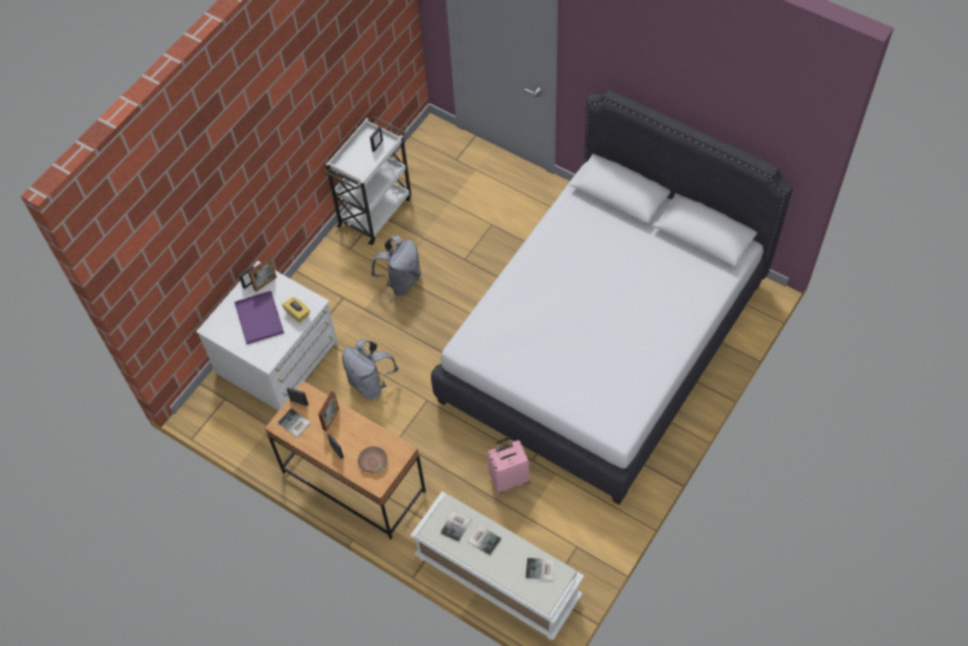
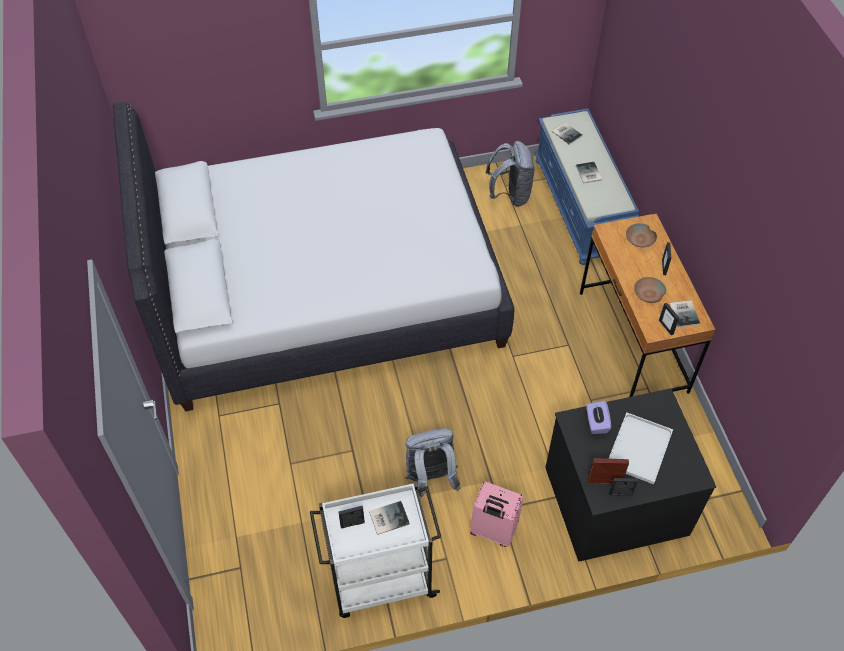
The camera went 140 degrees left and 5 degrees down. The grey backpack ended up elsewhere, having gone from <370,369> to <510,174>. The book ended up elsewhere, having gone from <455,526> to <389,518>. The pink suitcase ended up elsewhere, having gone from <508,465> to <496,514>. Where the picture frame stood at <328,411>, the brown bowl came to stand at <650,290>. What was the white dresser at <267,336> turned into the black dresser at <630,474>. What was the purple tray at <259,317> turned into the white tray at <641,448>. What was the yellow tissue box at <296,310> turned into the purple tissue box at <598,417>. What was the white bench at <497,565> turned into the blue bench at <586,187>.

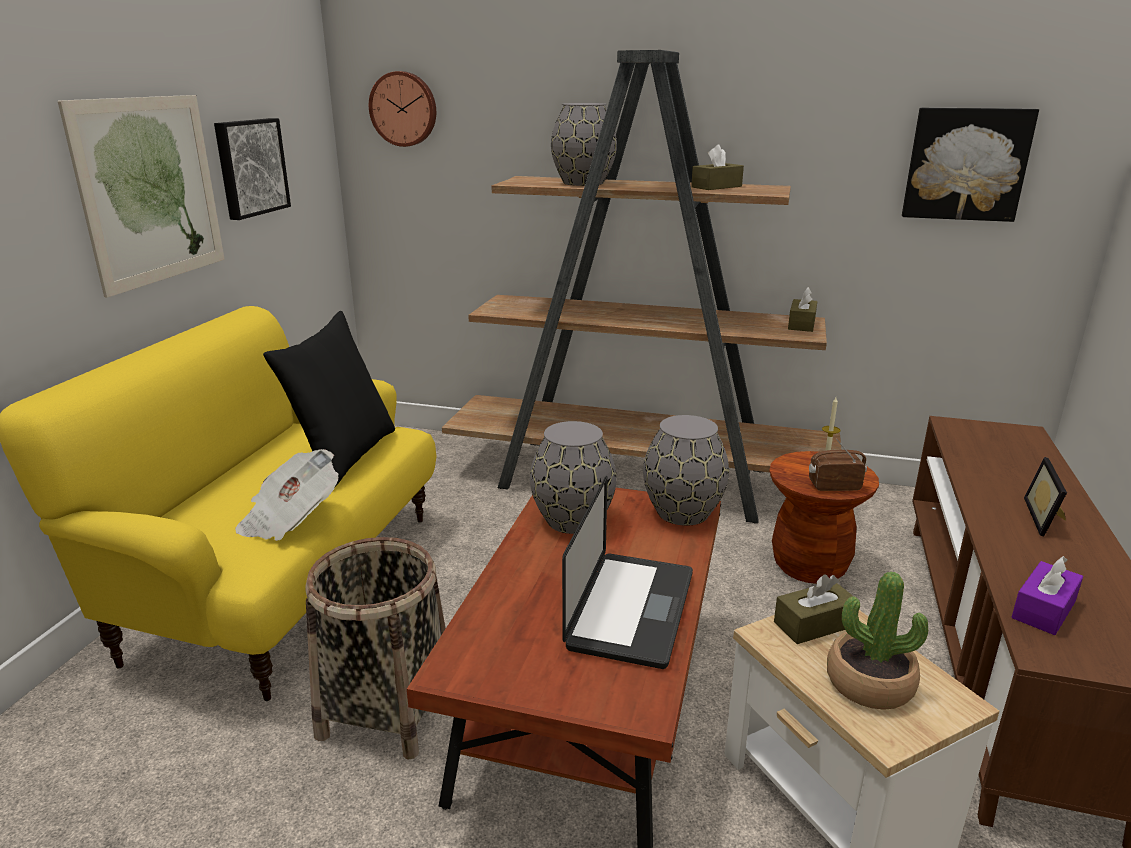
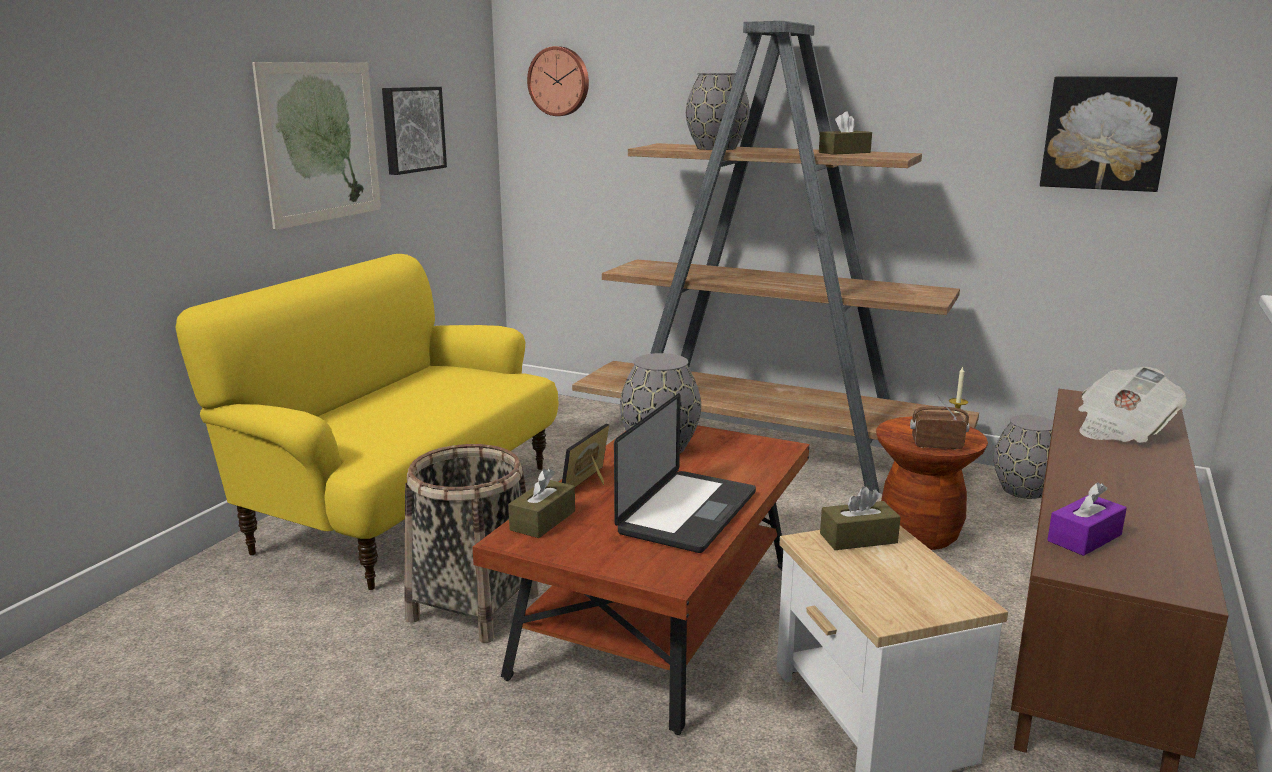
The camera went 10 degrees right and 5 degrees down. The second view lost the black pillow at <329,399>. The second view lost the potted plant at <877,641>. The newspaper ended up elsewhere, having gone from <286,495> to <1132,405>. The grey vase ended up elsewhere, having gone from <686,470> to <1024,457>. The brown tissue box ended up elsewhere, having gone from <802,309> to <541,503>. The picture frame ended up elsewhere, having gone from <1045,497> to <585,455>.

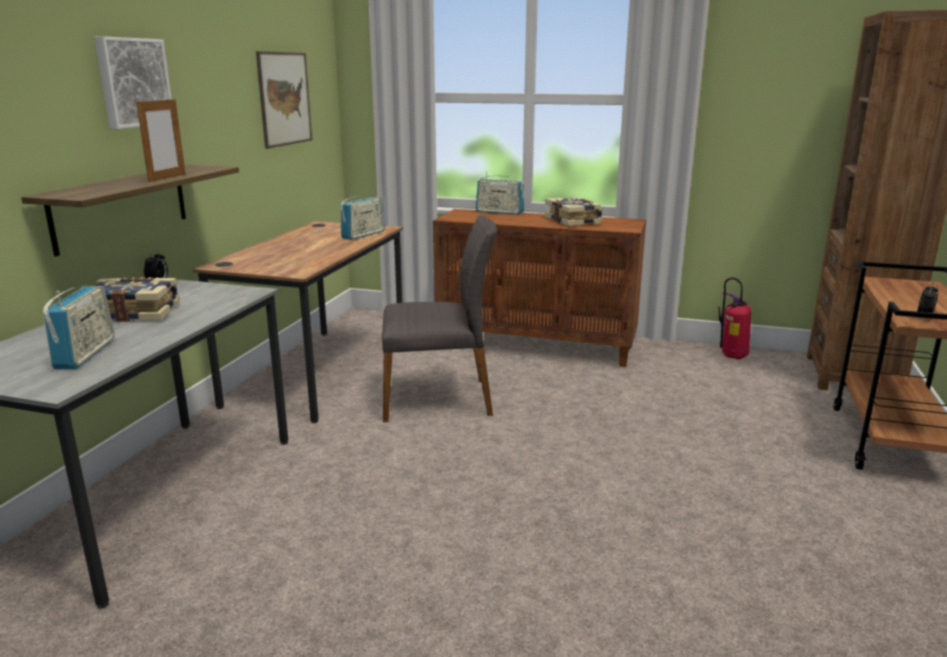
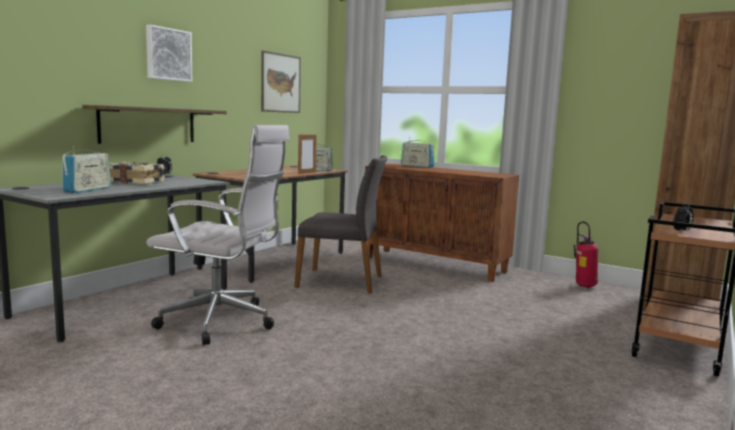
The camera went 15 degrees right and 10 degrees down. The second view lost the book at <574,211>. The second view gained the white office chair at <218,235>. The picture frame ended up elsewhere, having gone from <161,139> to <307,153>.

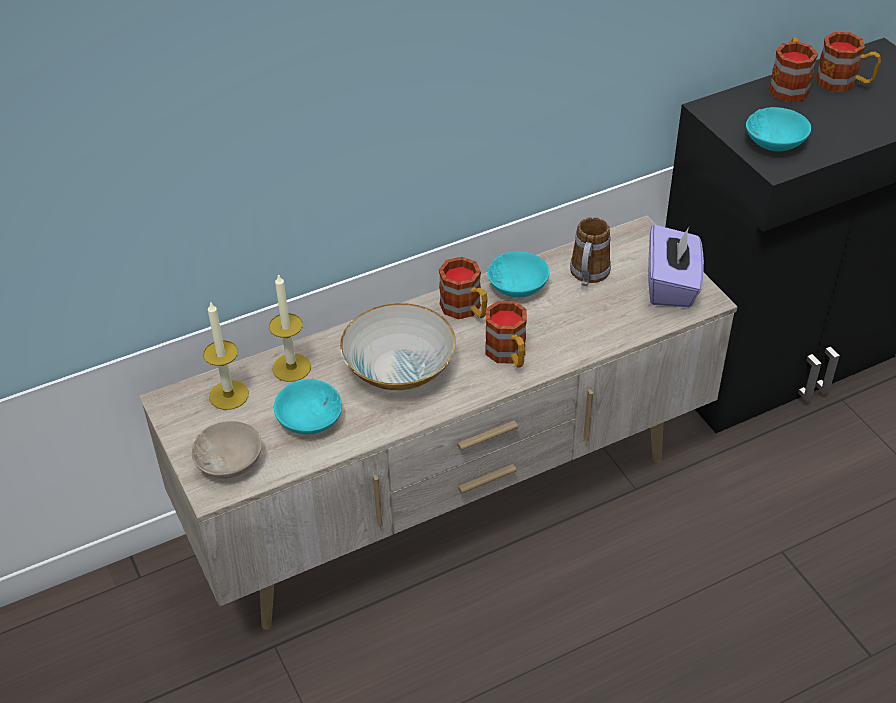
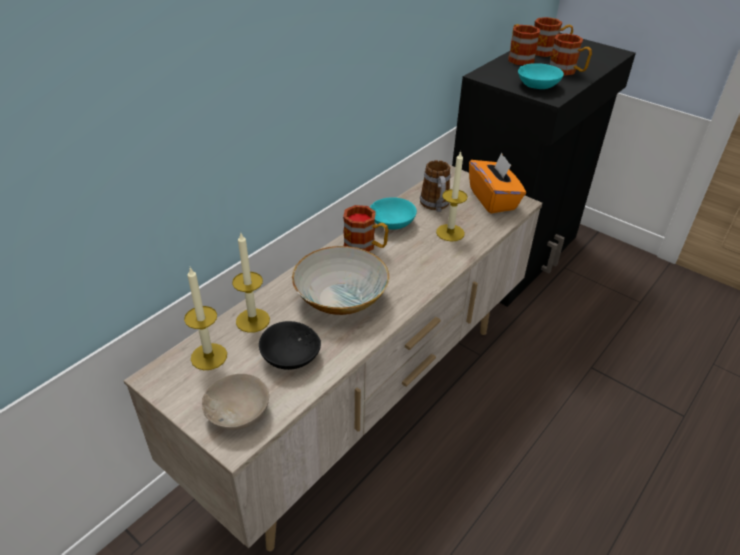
The camera went 25 degrees left and 5 degrees down. The second view gained the candle at <452,196>. The mug ended up elsewhere, having gone from <506,334> to <571,54>. What was the turquoise bowl at <308,406> turned into the black bowl at <290,345>. What was the purple tissue box at <676,266> turned into the orange tissue box at <497,183>.

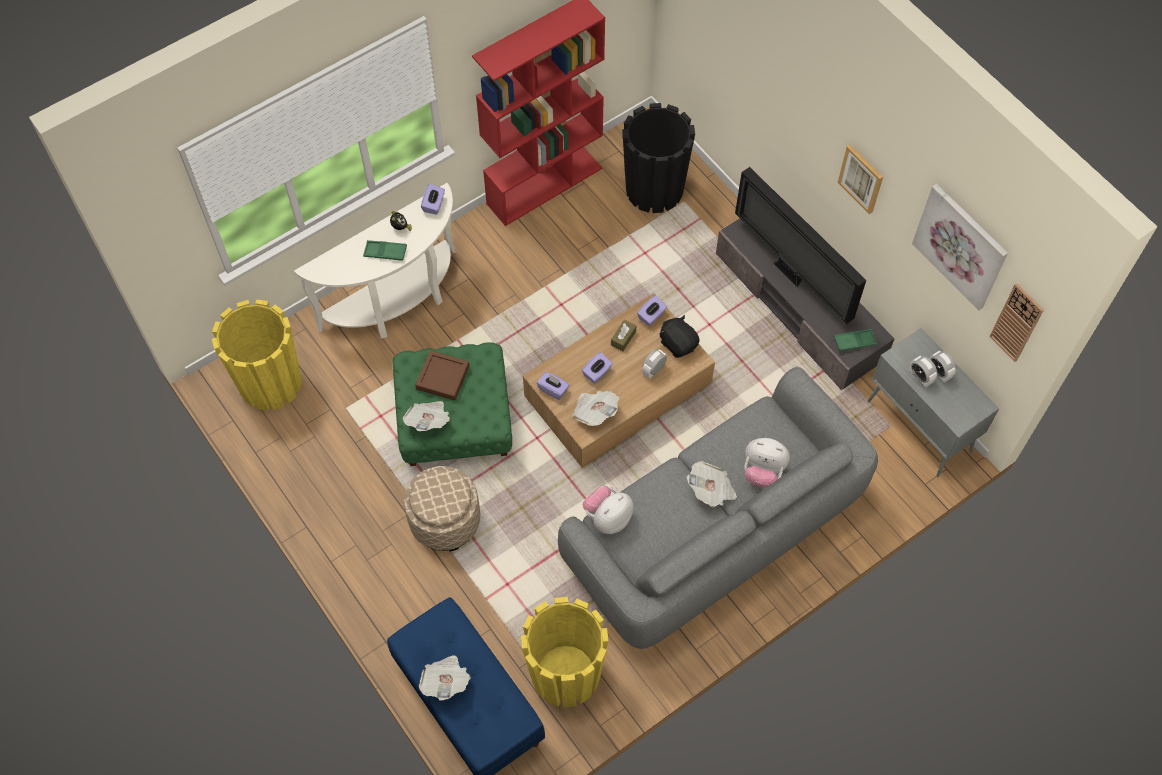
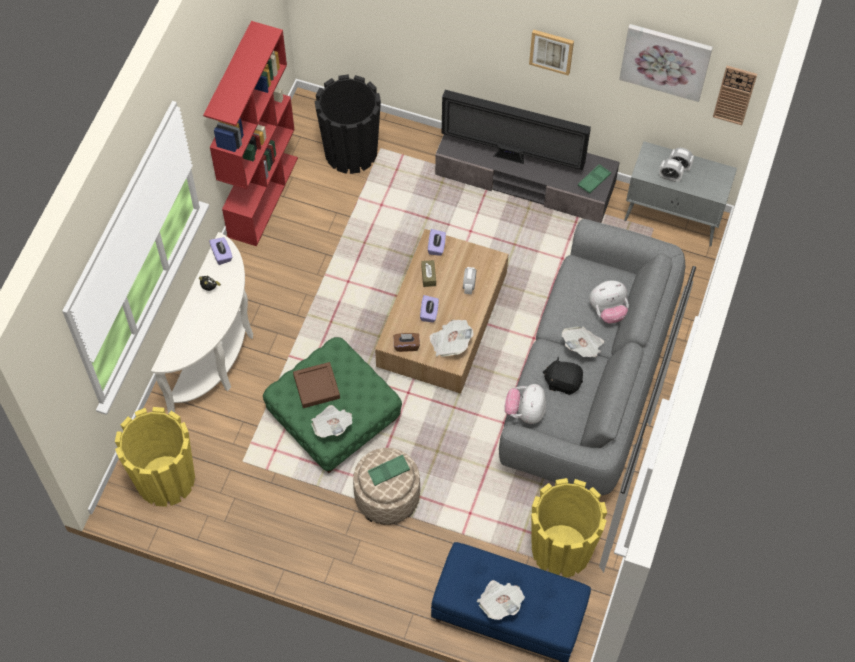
The camera went 35 degrees left and 0 degrees up. The green tray ended up elsewhere, having gone from <385,250> to <389,470>. The black plush toy ended up elsewhere, having gone from <680,336> to <563,376>. What was the purple tissue box at <553,386> turned into the brown tissue box at <407,342>.

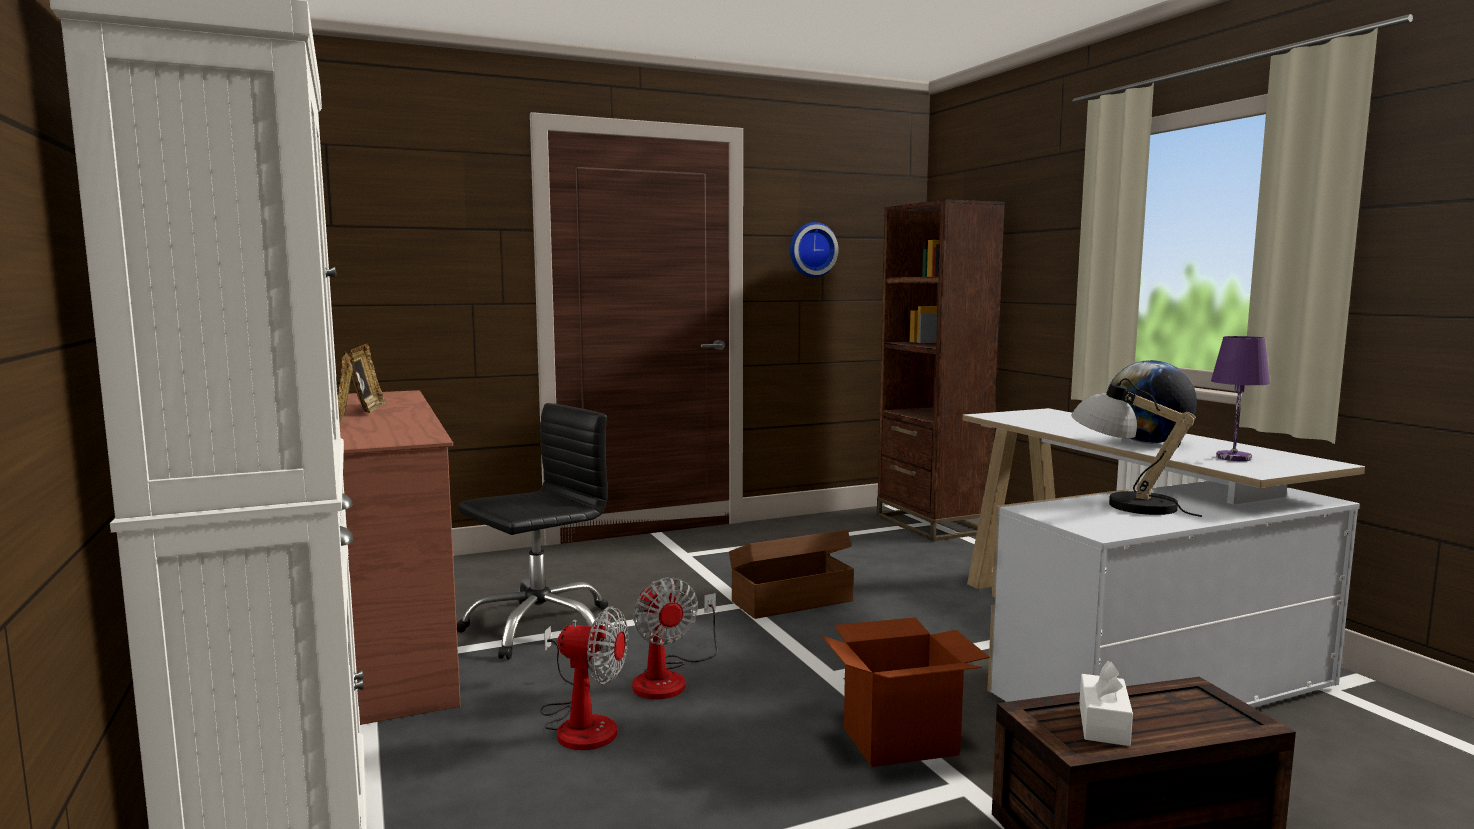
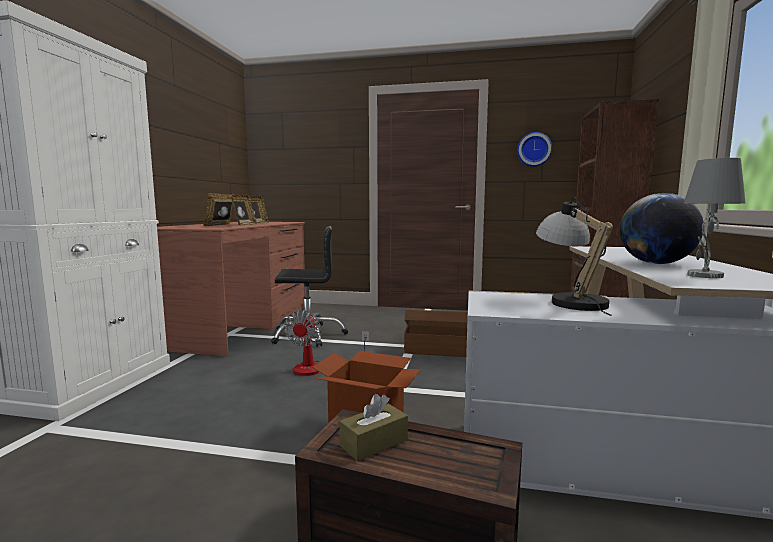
The camera went 35 degrees right and 0 degrees up. The second view lost the fan at <584,678>. The second view gained the picture frame at <244,210>. What was the white tissue box at <1106,703> turned into the brown tissue box at <373,427>. What was the purple table lamp at <1240,398> turned into the grey table lamp at <714,218>.

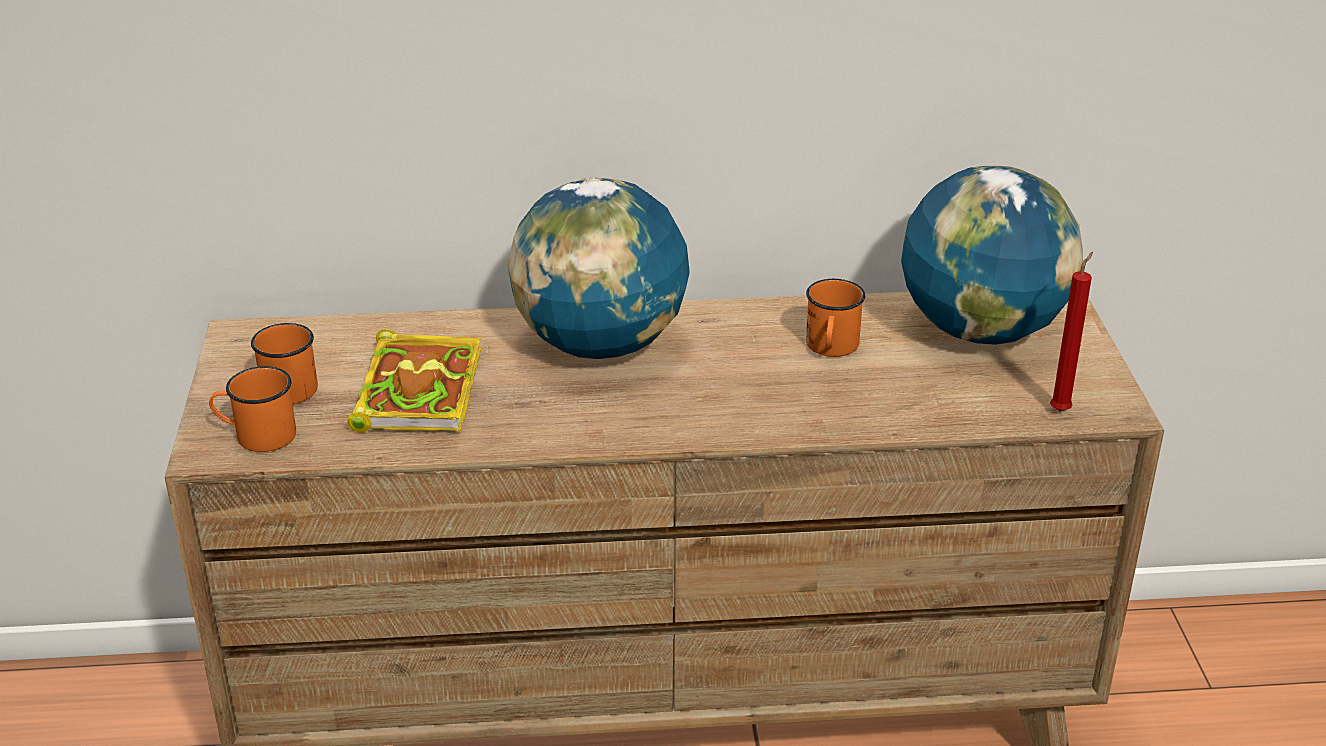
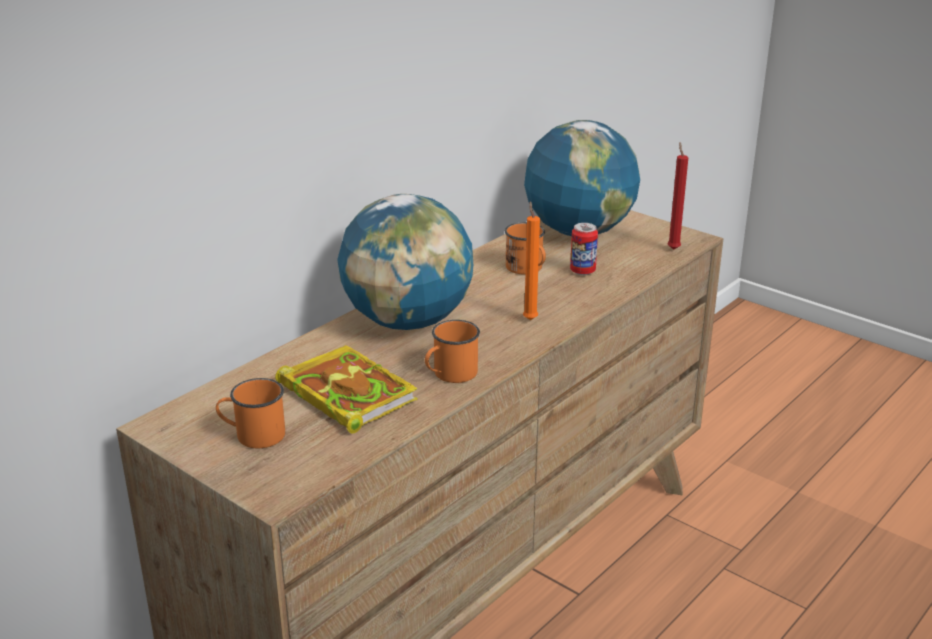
The camera went 45 degrees left and 5 degrees down. The second view gained the orange candle at <531,260>. The second view gained the can at <584,249>. The orange mug ended up elsewhere, having gone from <252,409> to <452,351>.

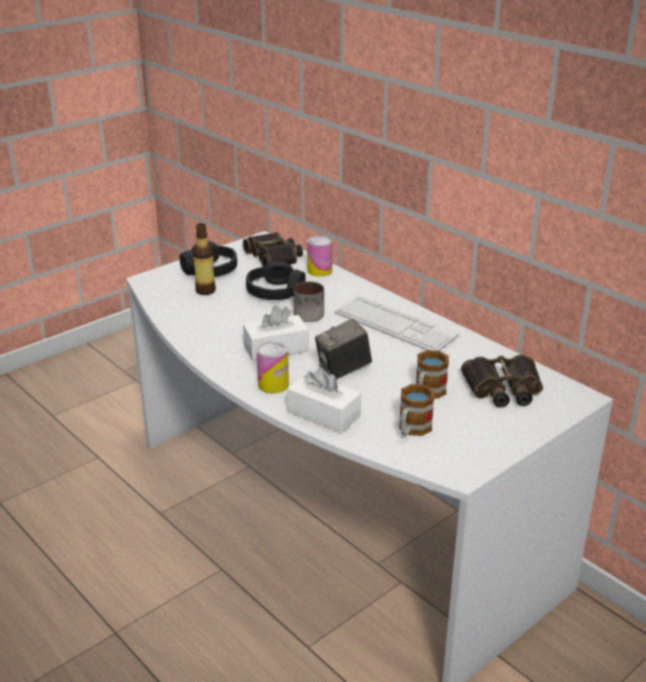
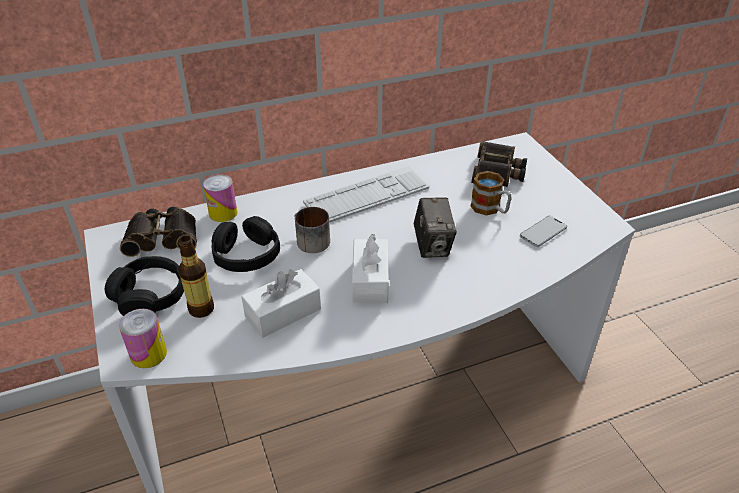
The camera went 70 degrees left and 10 degrees up. The can ended up elsewhere, having gone from <273,368> to <143,338>. The white tissue box ended up elsewhere, having gone from <324,400> to <281,303>. Where the mug stood at <417,410>, the phone came to stand at <543,231>.

